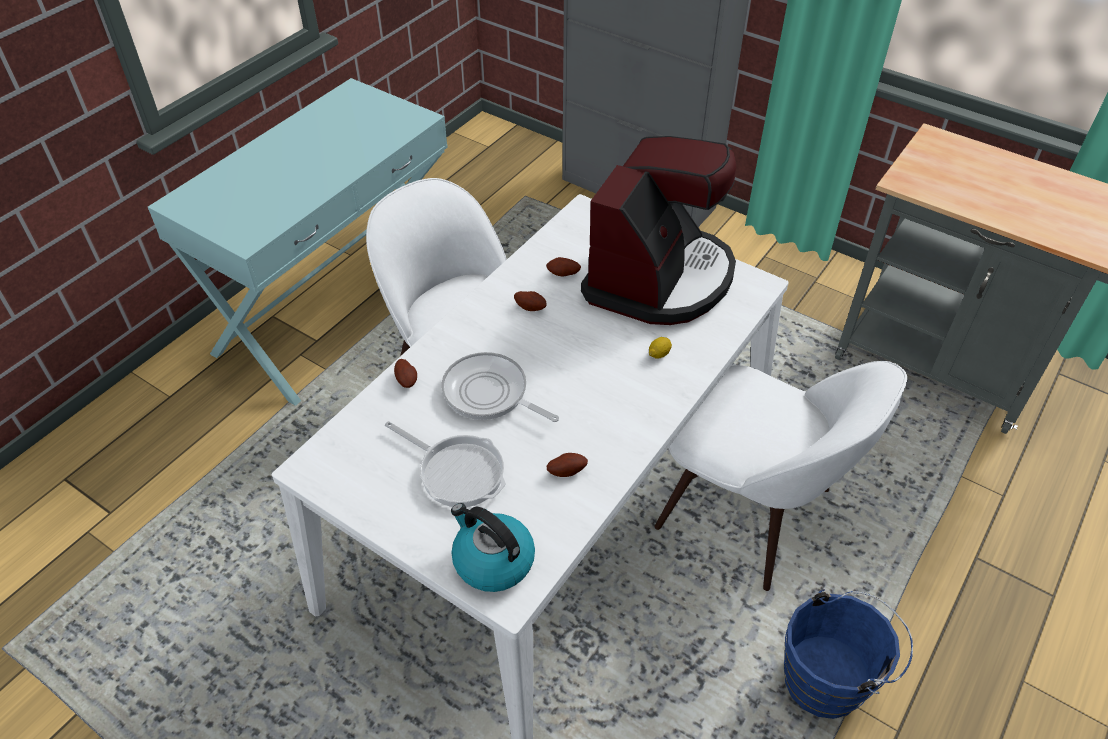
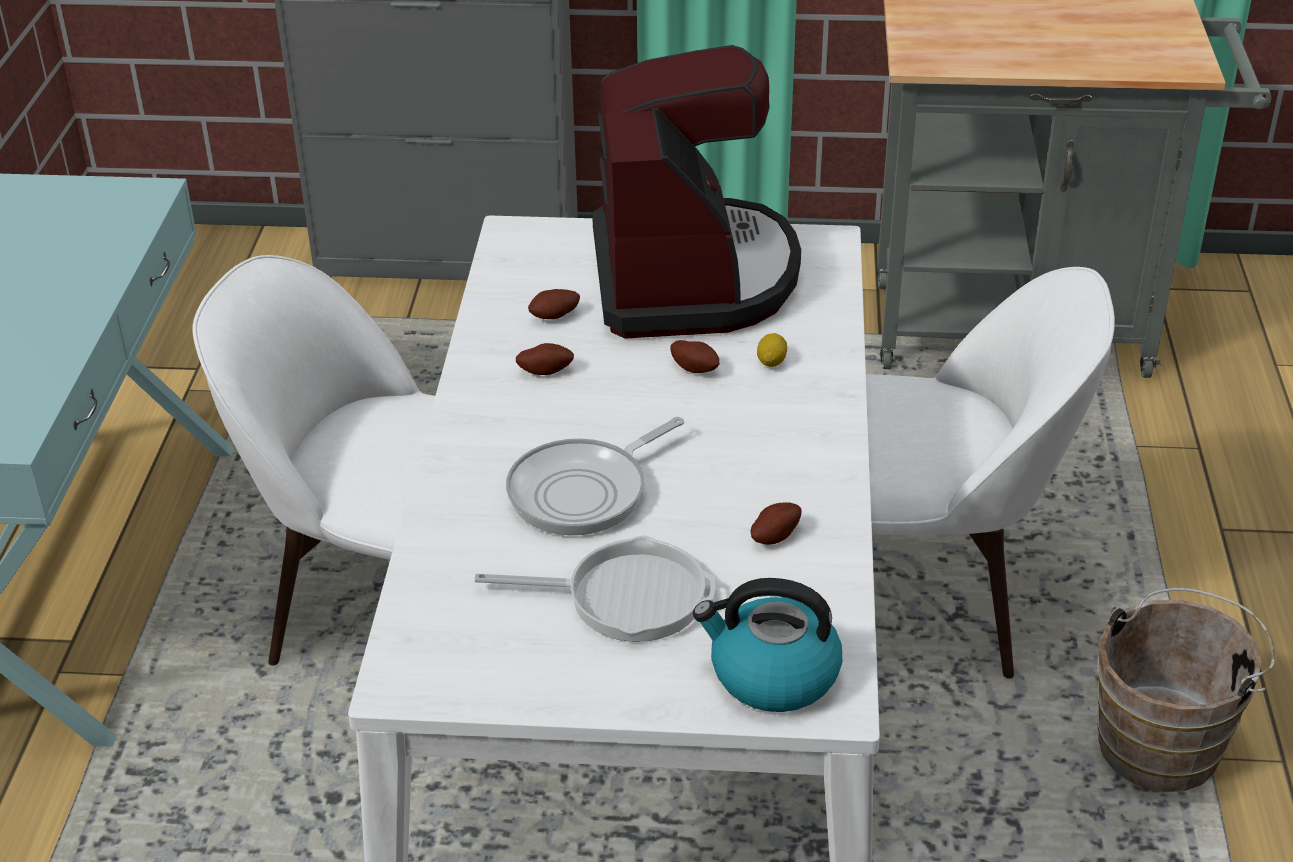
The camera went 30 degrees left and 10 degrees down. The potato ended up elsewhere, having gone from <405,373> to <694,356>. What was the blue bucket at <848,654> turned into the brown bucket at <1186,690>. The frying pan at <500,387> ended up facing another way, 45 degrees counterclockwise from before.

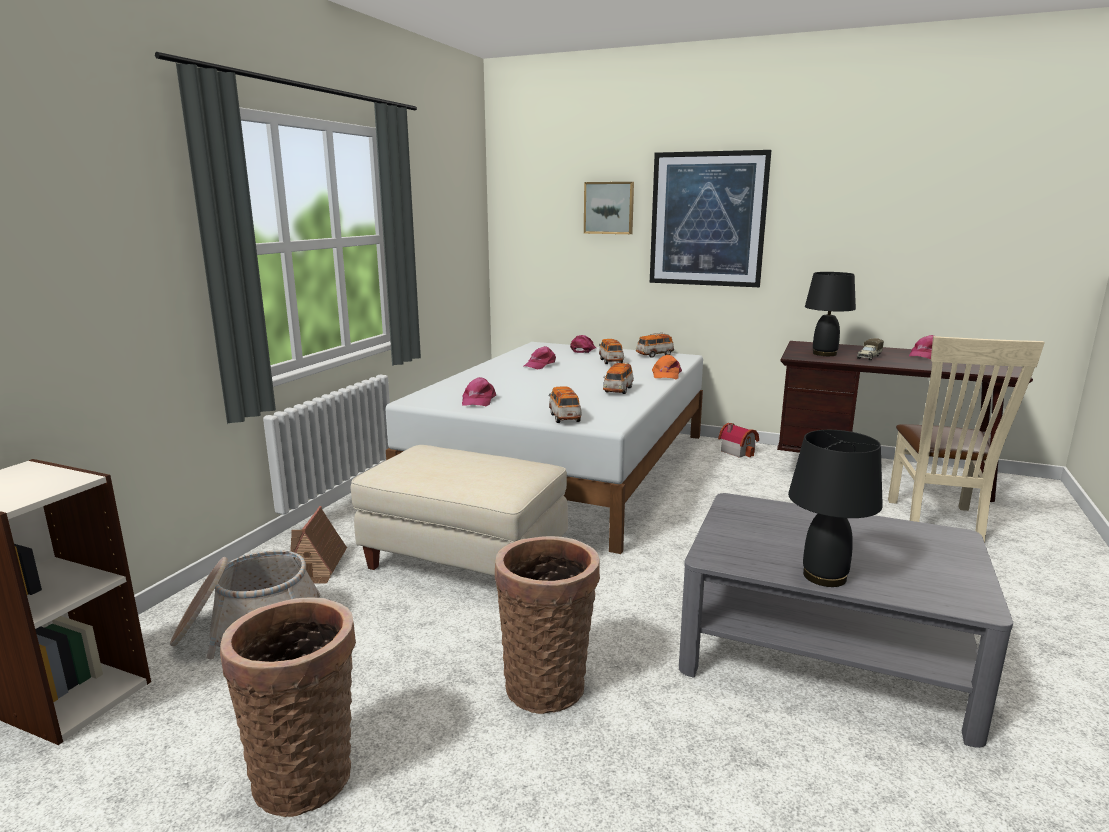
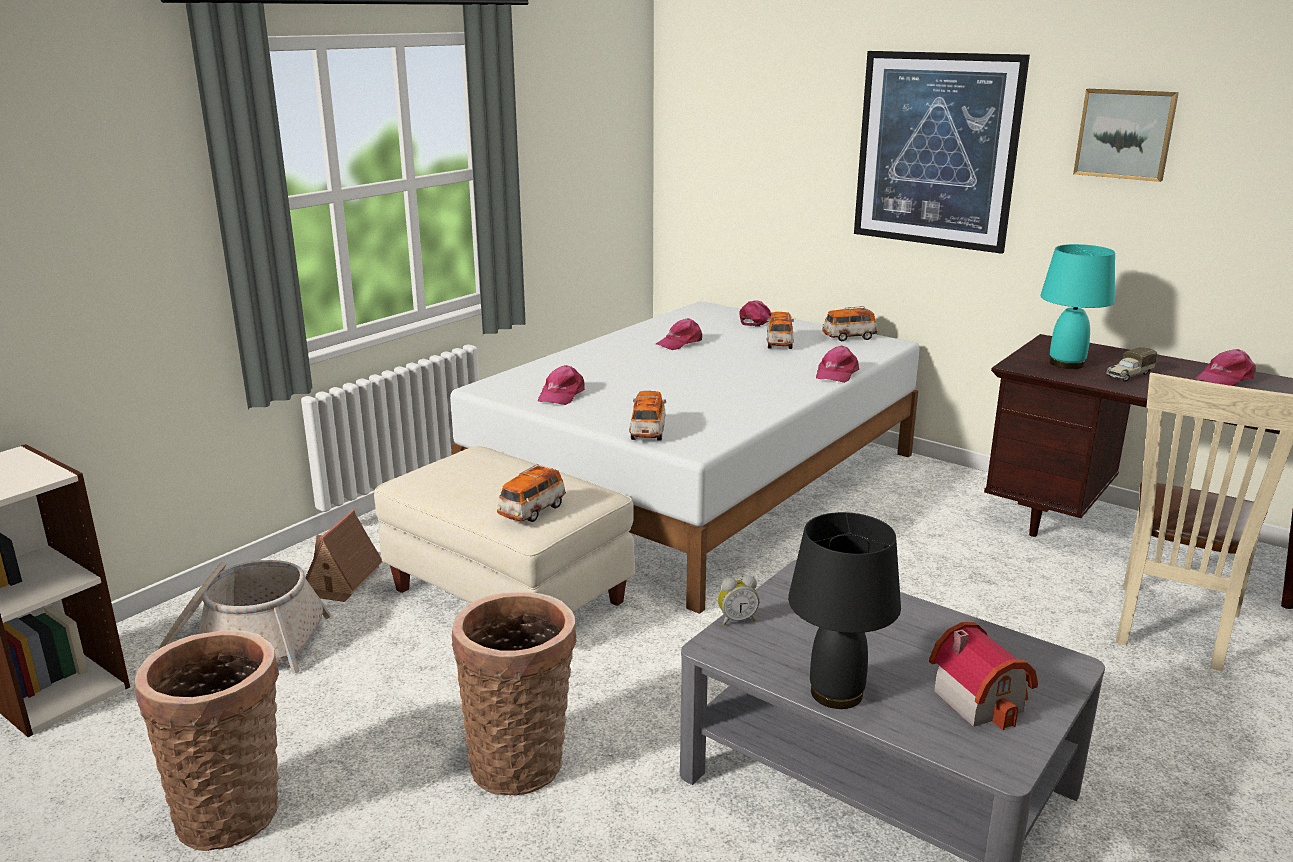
The camera went 15 degrees right and 5 degrees up. The second view gained the alarm clock at <738,600>. The picture ended up elsewhere, having gone from <609,208> to <1126,135>. The toy car ended up elsewhere, having gone from <618,378> to <531,493>. The toy house ended up elsewhere, having gone from <738,440> to <983,676>. What was the orange cap at <667,367> turned into the pink cap at <837,364>. What was the black table lamp at <830,314> turned into the turquoise table lamp at <1077,306>.

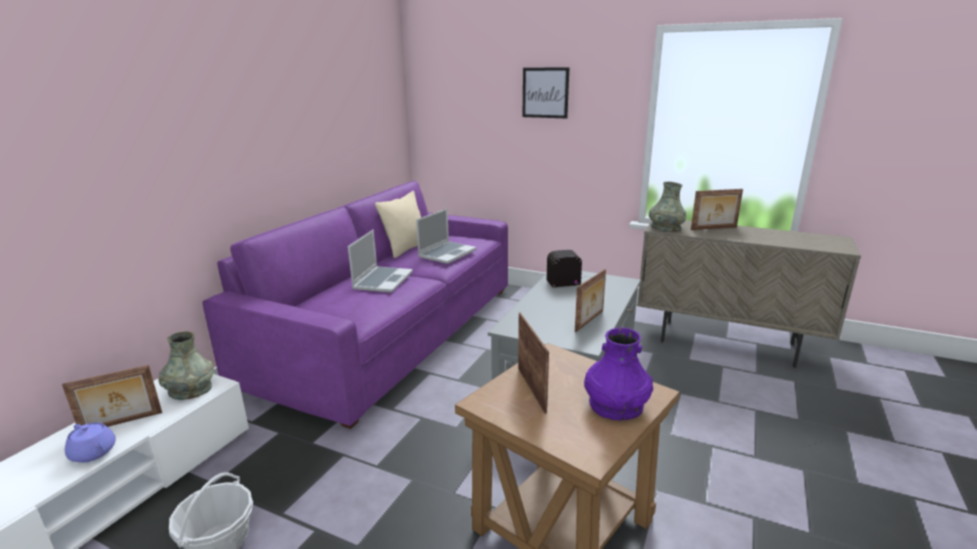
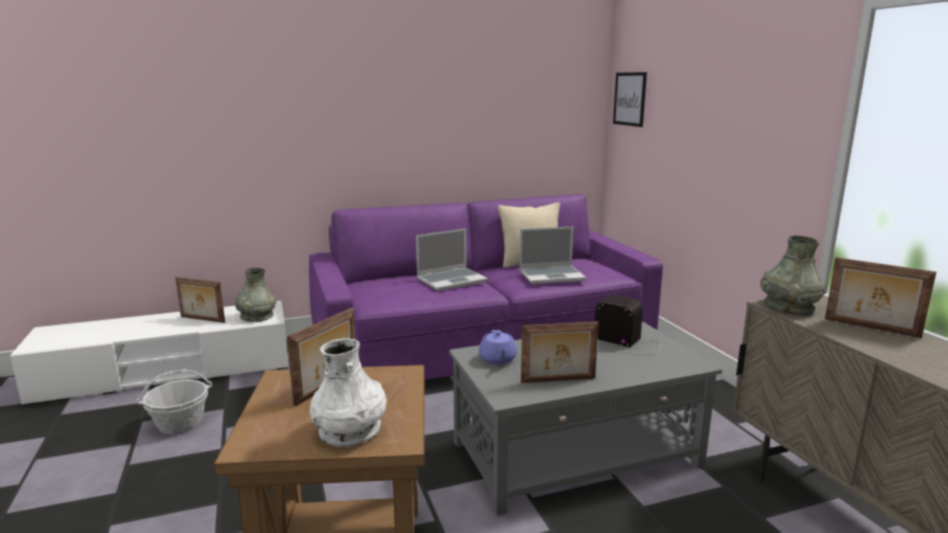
The camera went 45 degrees right and 5 degrees down. The purple teapot ended up elsewhere, having gone from <90,442> to <498,347>. The picture ended up elsewhere, having gone from <546,93> to <630,99>. What was the purple vase at <618,373> turned into the white vase at <348,393>.

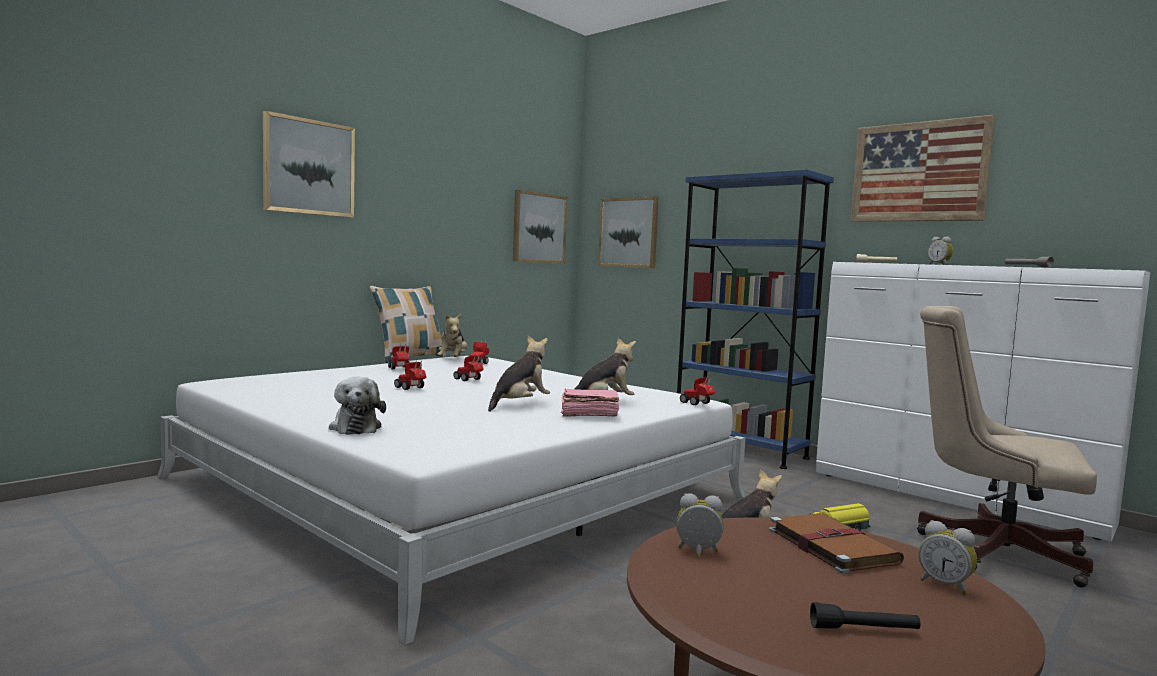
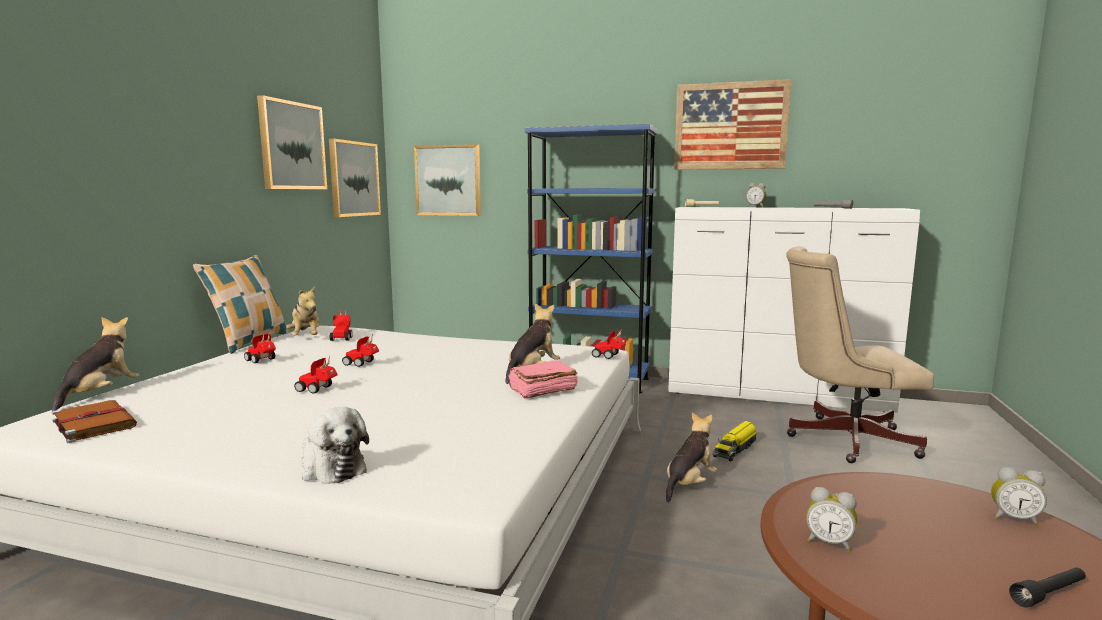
The camera went 25 degrees left and 5 degrees up. The picture ended up elsewhere, having gone from <309,164> to <292,142>. The plush toy ended up elsewhere, having gone from <519,374> to <95,364>. The brown book ended up elsewhere, having gone from <836,543> to <94,421>. The alarm clock at <700,525> ended up facing another way, 135 degrees counterclockwise from before.

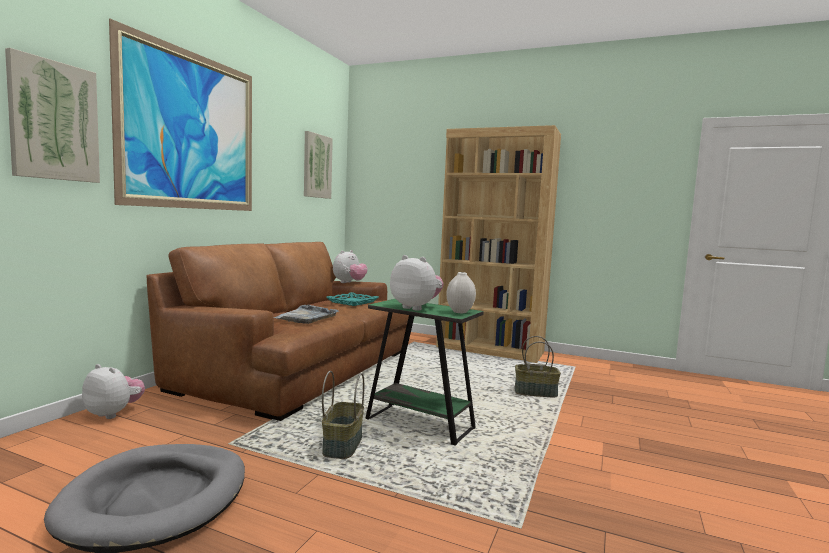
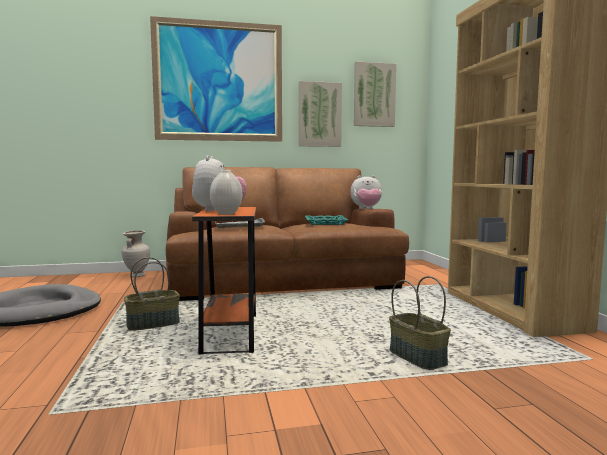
The camera went 55 degrees right and 0 degrees up. The picture ended up elsewhere, having gone from <52,115> to <320,114>. Where the plush toy stood at <113,391>, the beige vase came to stand at <136,254>. What was the green side table at <424,372> turned into the orange side table at <224,280>.

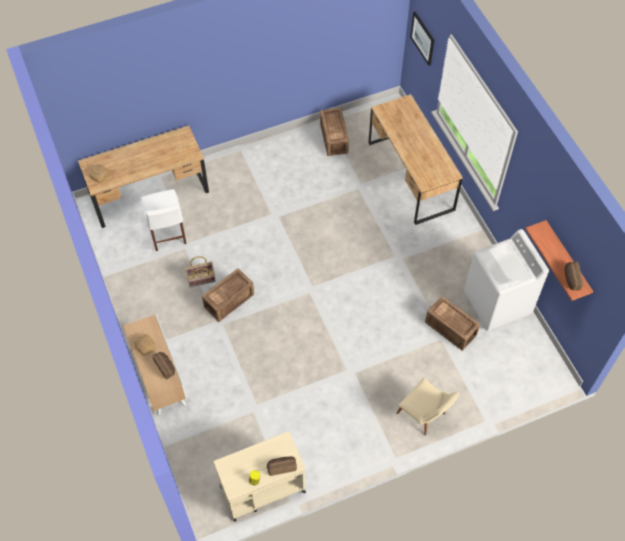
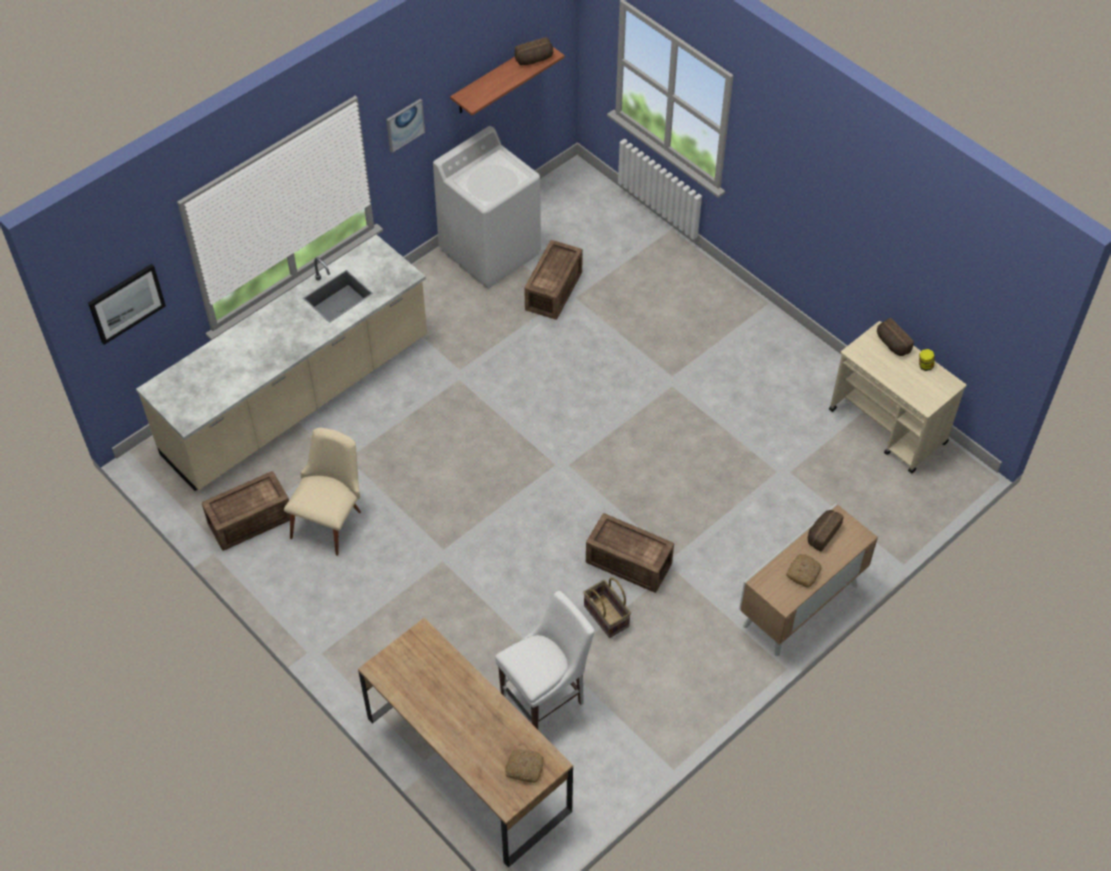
The camera went 110 degrees left and 5 degrees down. The second view gained the picture at <405,126>. The beige chair ended up elsewhere, having gone from <428,407> to <322,492>. Where the brown desk stood at <415,159>, the beige counter came to stand at <281,362>.

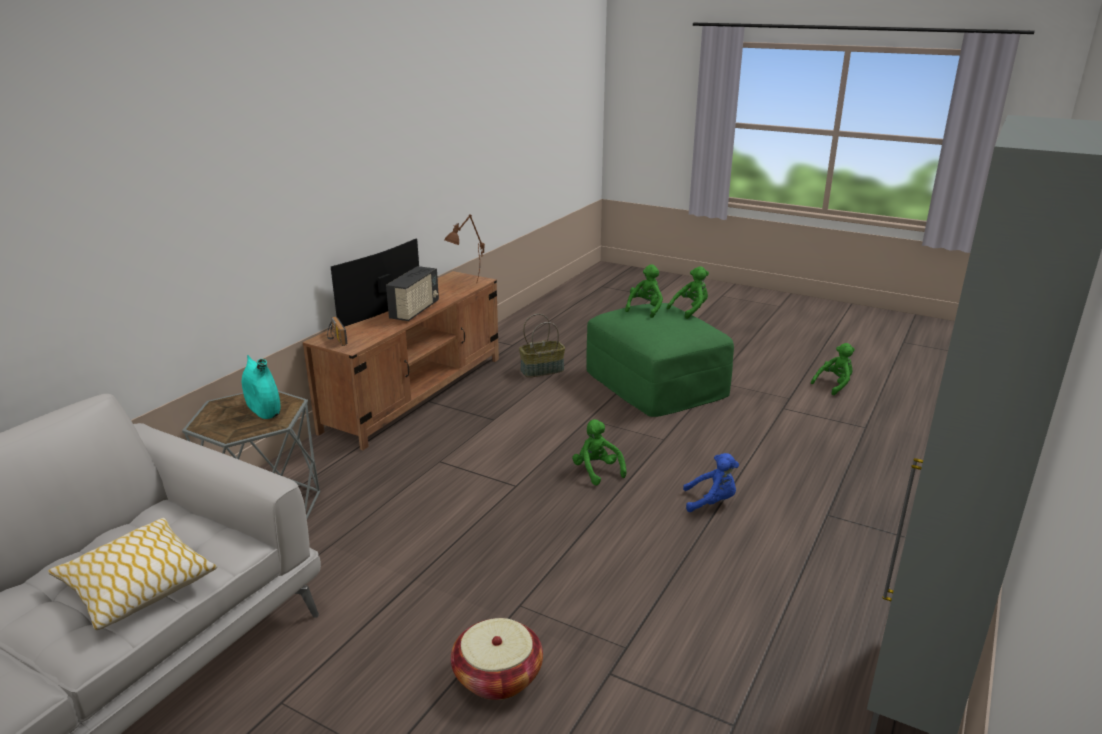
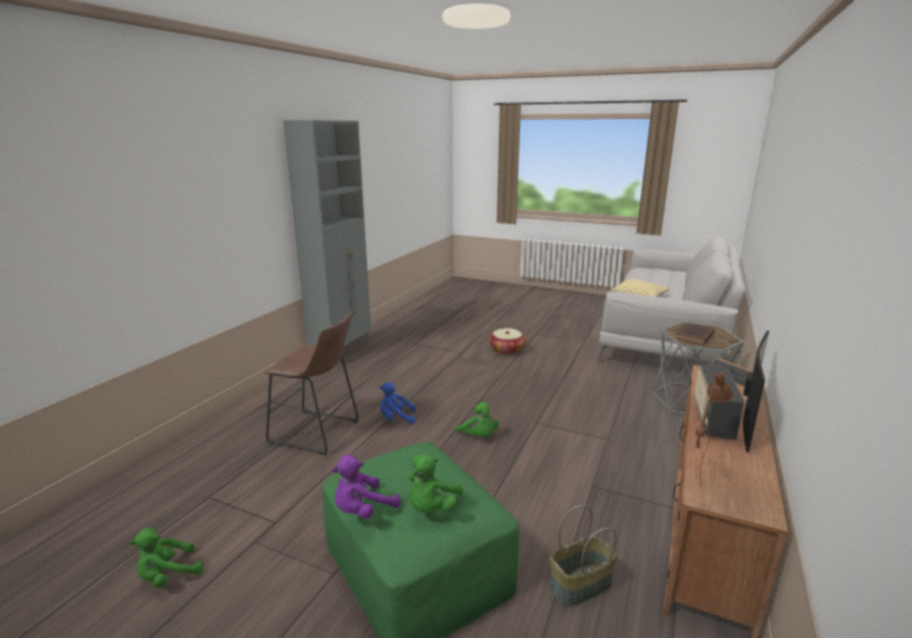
The camera went 175 degrees right and 5 degrees down. The second view gained the brown stool at <311,383>. Where the turquoise vase stood at <261,387>, the brown book came to stand at <695,334>. What was the green plush toy at <688,292> turned into the purple plush toy at <366,487>.

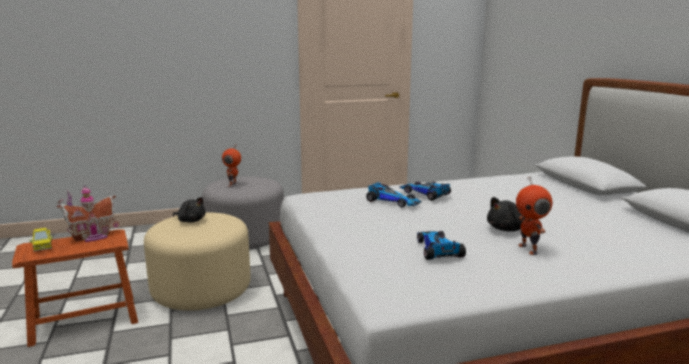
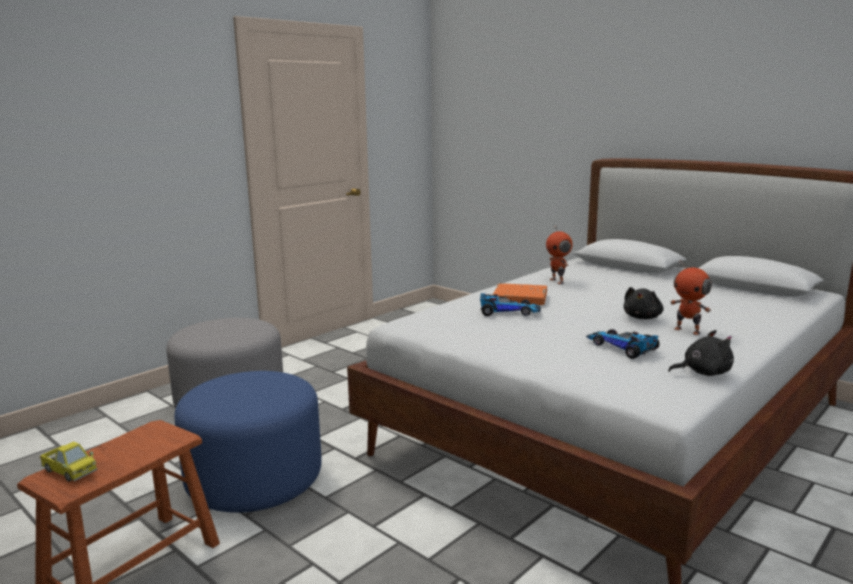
The camera went 30 degrees left and 0 degrees up. The second view lost the toy house at <88,213>. The black plush toy ended up elsewhere, having gone from <189,209> to <701,353>. The toy robot ended up elsewhere, having gone from <231,166> to <559,255>. Where the toy car stood at <425,191>, the orange book came to stand at <520,294>. What was the beige ottoman at <197,261> turned into the blue ottoman at <248,442>.

